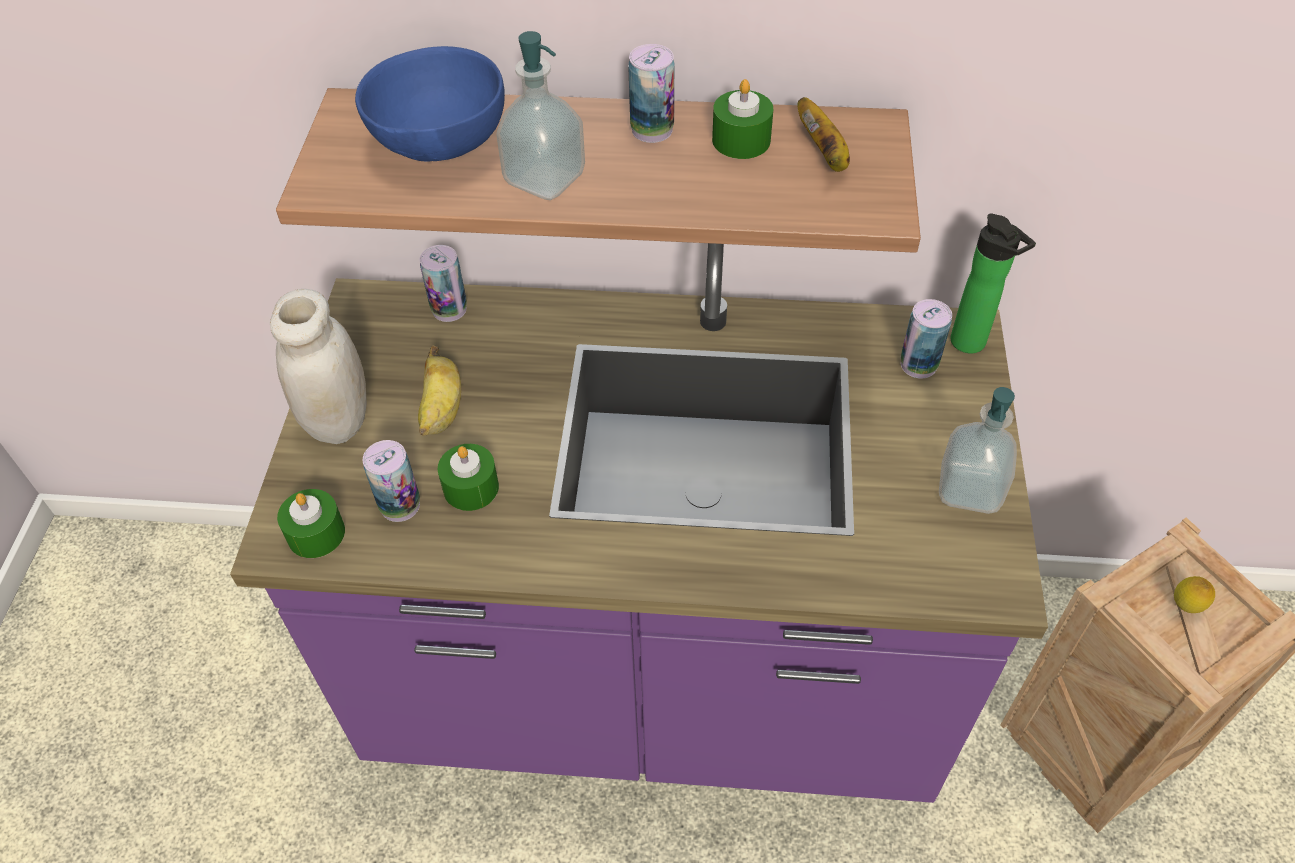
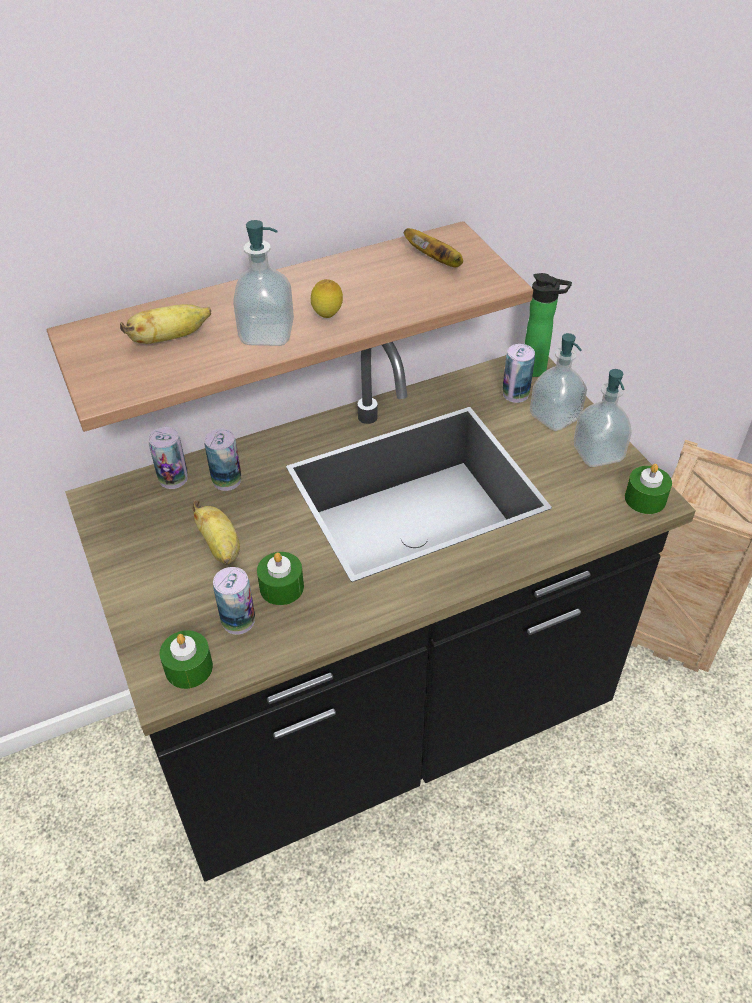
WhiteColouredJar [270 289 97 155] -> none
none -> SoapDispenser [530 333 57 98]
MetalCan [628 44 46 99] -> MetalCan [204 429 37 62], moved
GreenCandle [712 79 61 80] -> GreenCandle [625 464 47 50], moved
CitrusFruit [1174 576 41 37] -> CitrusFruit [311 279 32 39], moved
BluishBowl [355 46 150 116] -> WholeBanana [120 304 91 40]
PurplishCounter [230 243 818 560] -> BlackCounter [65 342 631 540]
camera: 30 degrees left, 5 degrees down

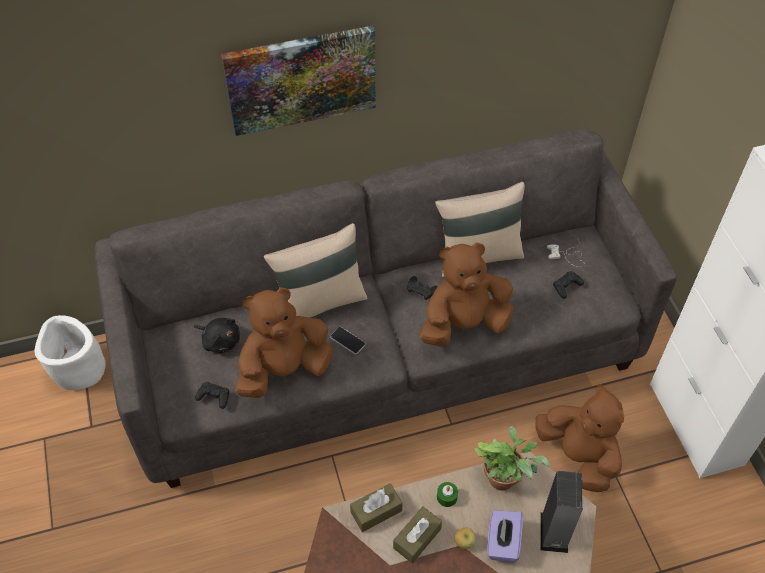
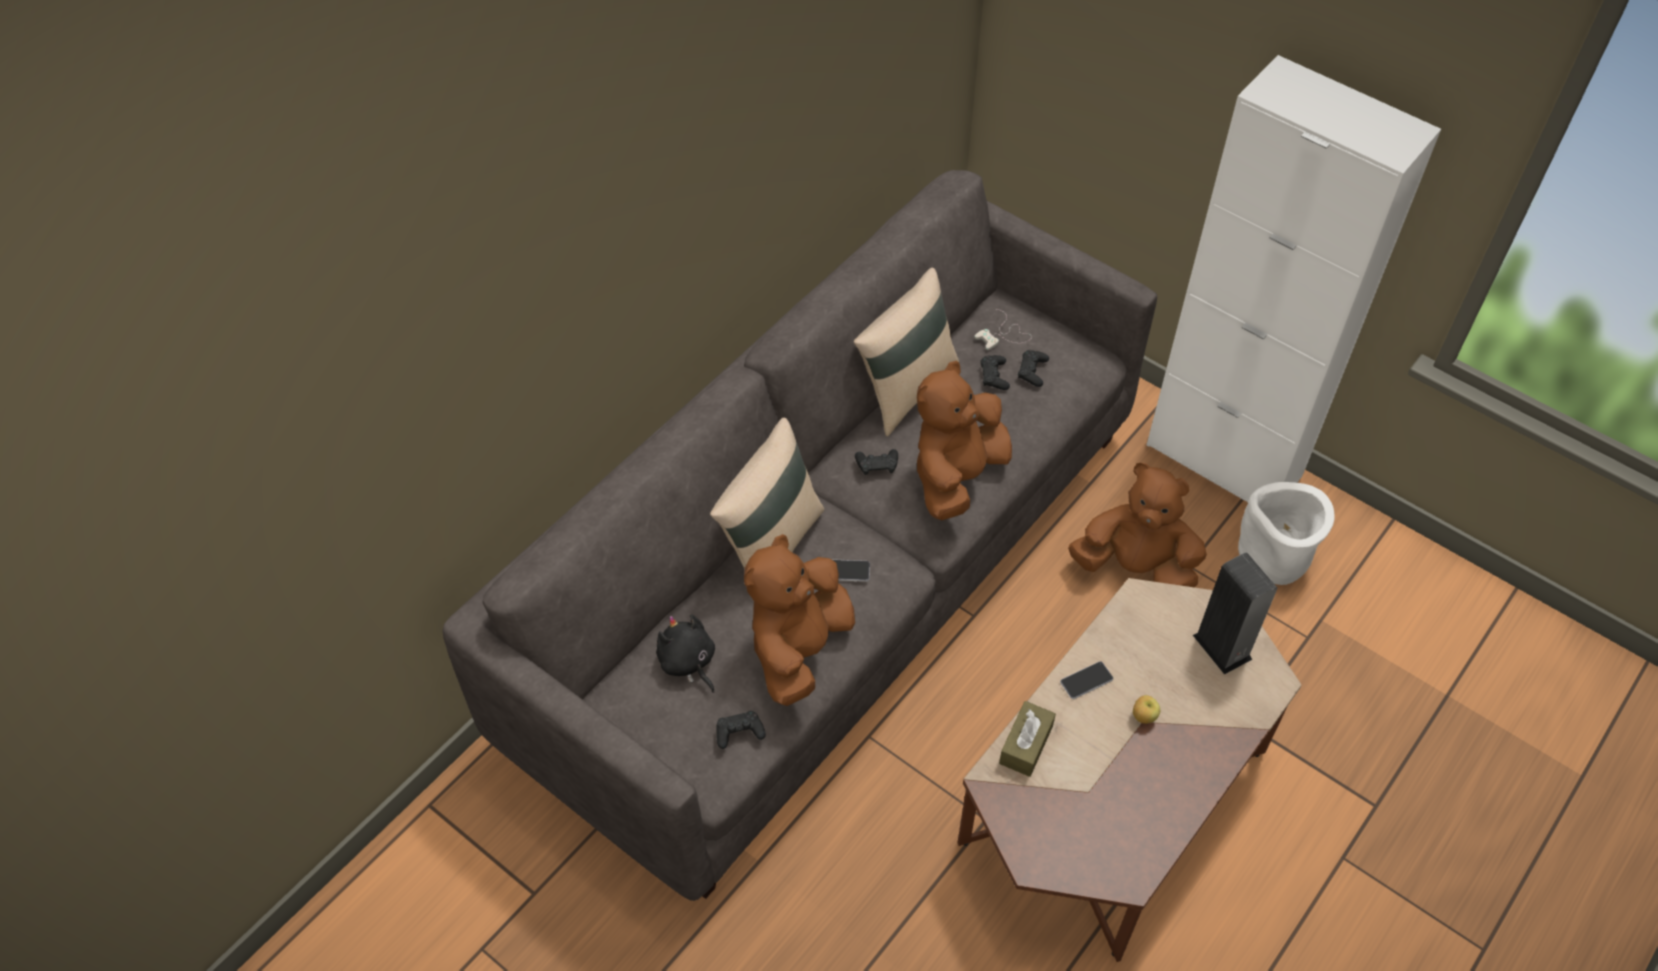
WallPicture [221 25 155 111] -> none
BrownColouredTissueBox [393 506 49 57] -> none
PottedPlant [474 426 76 65] -> none
PurplishTissueBox [487 511 36 52] -> none
none -> BlackJoypad [980 355 30 35]
WhiteColouredFlowerPot [35 315 71 75] -> WhiteColouredFlowerPot [1238 482 97 103], moved
GreenCandle [437 482 21 25] -> Handset [1060 661 53 38]
BlackSoftToy [194 318 46 35] -> BlackSoftToy [656 614 59 79], 120 degrees counterclockwise
camera: 35 degrees left, 0 degrees up

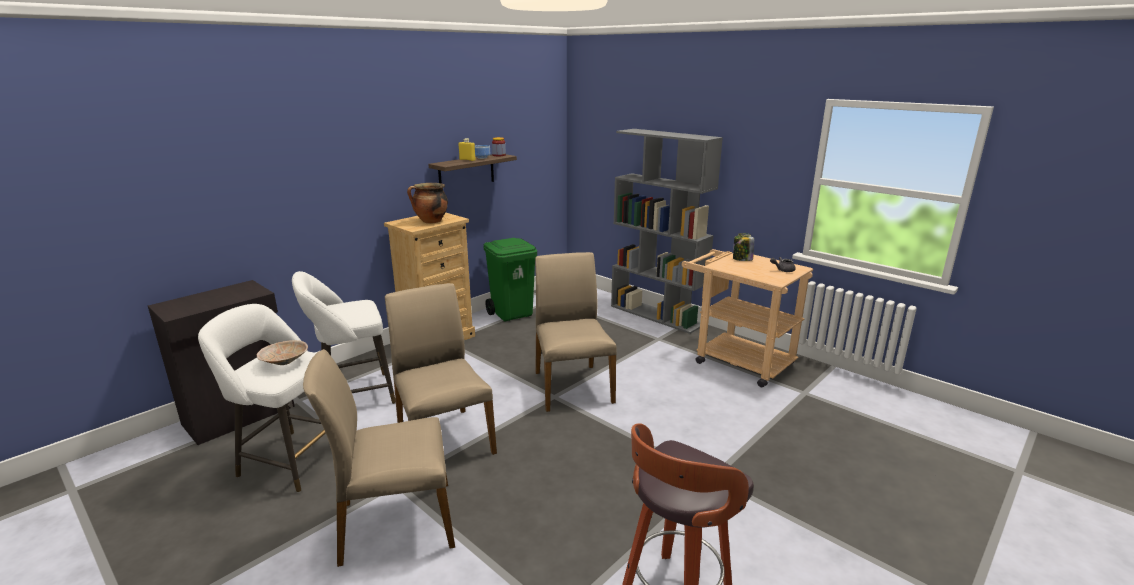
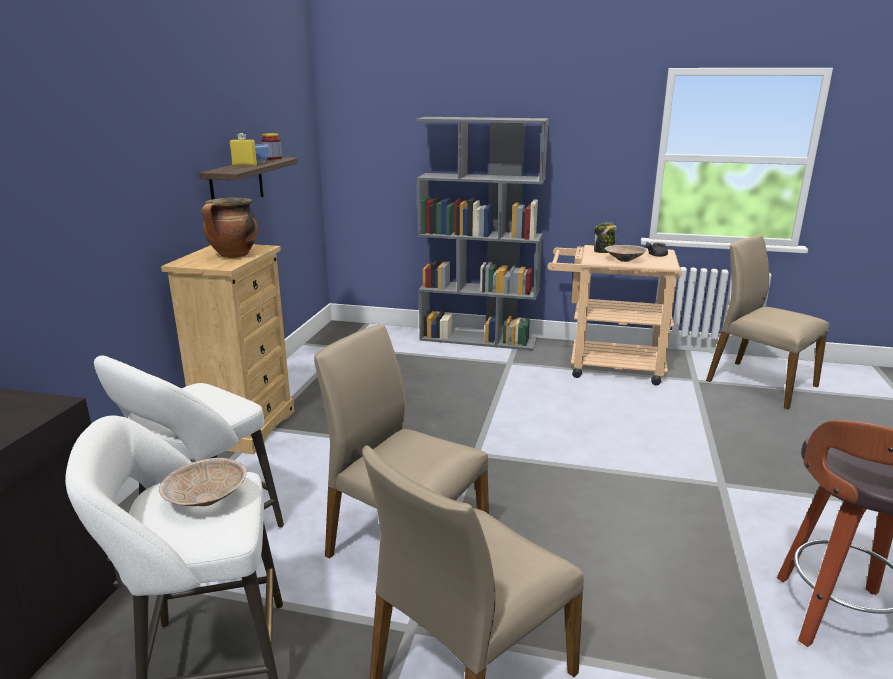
GreenTrashCan [484 238 53 83] -> none
none -> BeigeBowl [605 245 42 17]
BeigeChair [535 252 82 160] -> BeigeChair [706 235 123 174], moved
camera: 30 degrees left, 0 degrees up

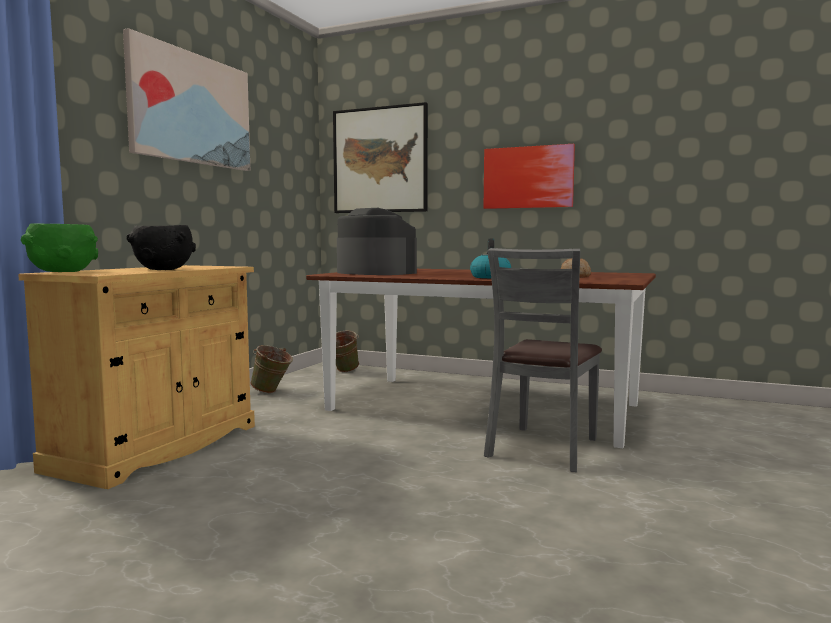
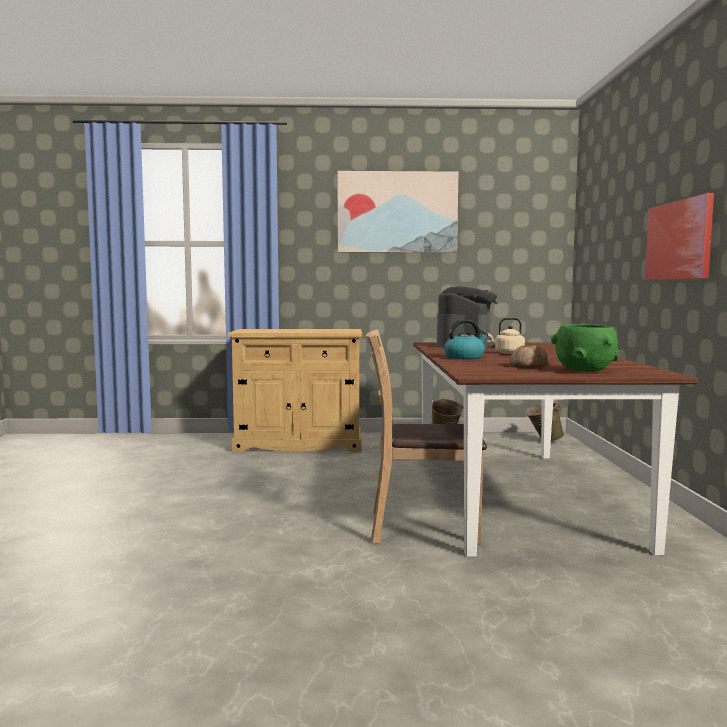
BlackBowl [126 225 70 45] -> none
WallPicture [333 102 95 111] -> none
none -> BeigeTeaKettle [488 317 37 37]
GreenBowl [21 223 77 49] -> GreenBowl [551 324 69 48], moved
GrayChair [484 248 118 224] -> BrownColouredChair [366 329 121 215]
camera: 65 degrees right, 0 degrees up

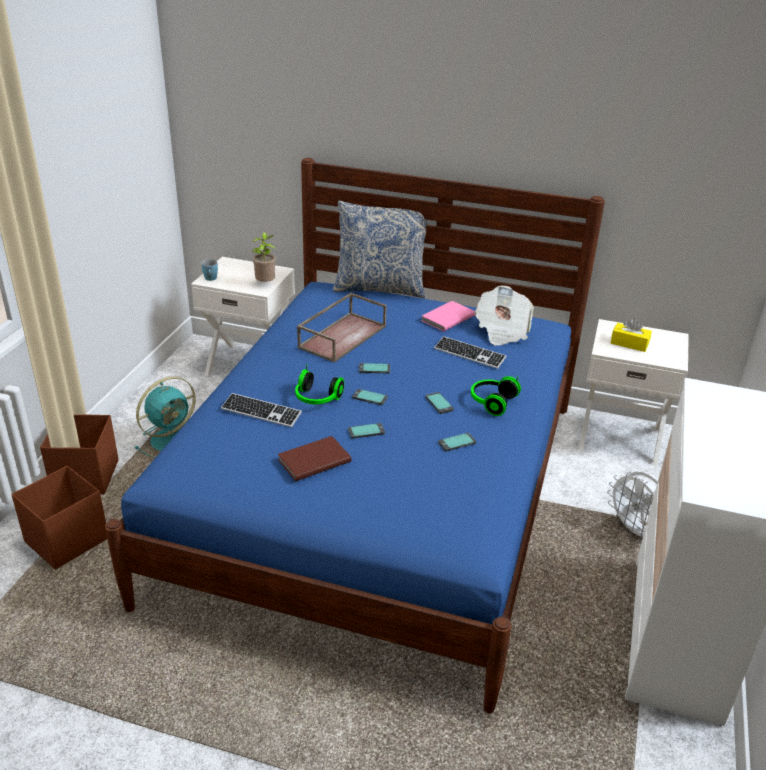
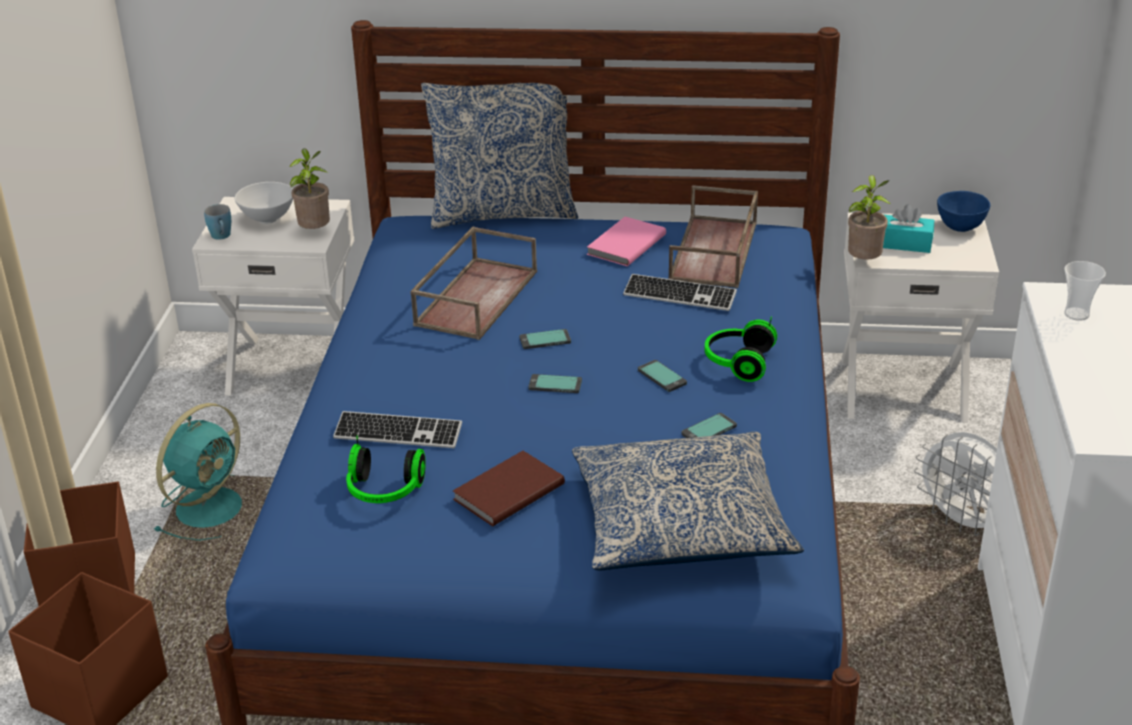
Handset [348 423 37 16] -> none
none -> WhiteColouredBowl [235 182 58 42]
none -> Cushion [572 432 232 138]
none -> PottedPlant [848 175 43 85]
none -> BluishBowl [937 191 53 41]
none -> DrinkingCup [1064 261 42 60]
Headset [295 364 49 40] -> Headset [346 435 80 68], moved
Newspaper [475 286 59 59] -> BrownColouredServingTray [668 185 90 103]
YellowishTissueBox [611 318 41 34] -> TurquoiseColouredTissueBox [883 204 51 49]
camera: 10 degrees left, 0 degrees up

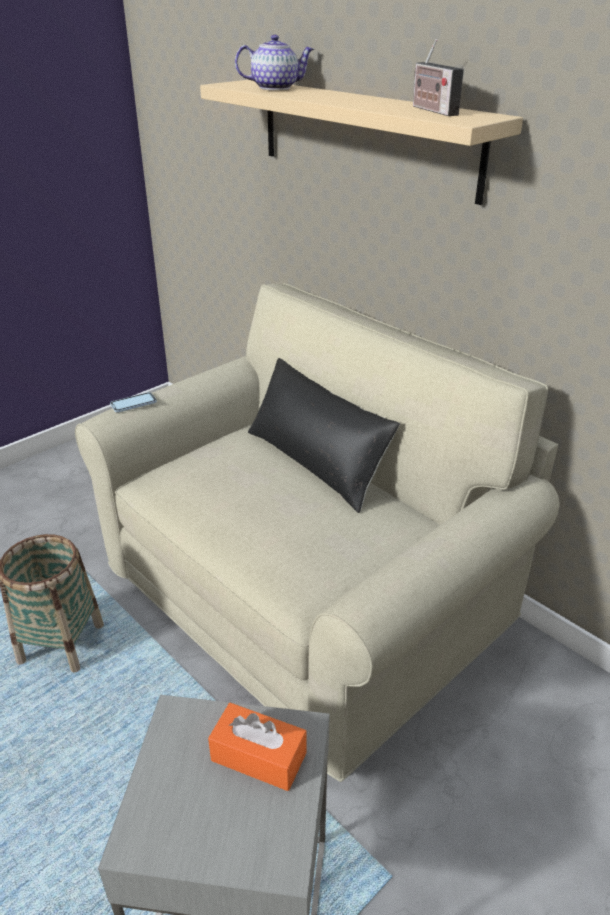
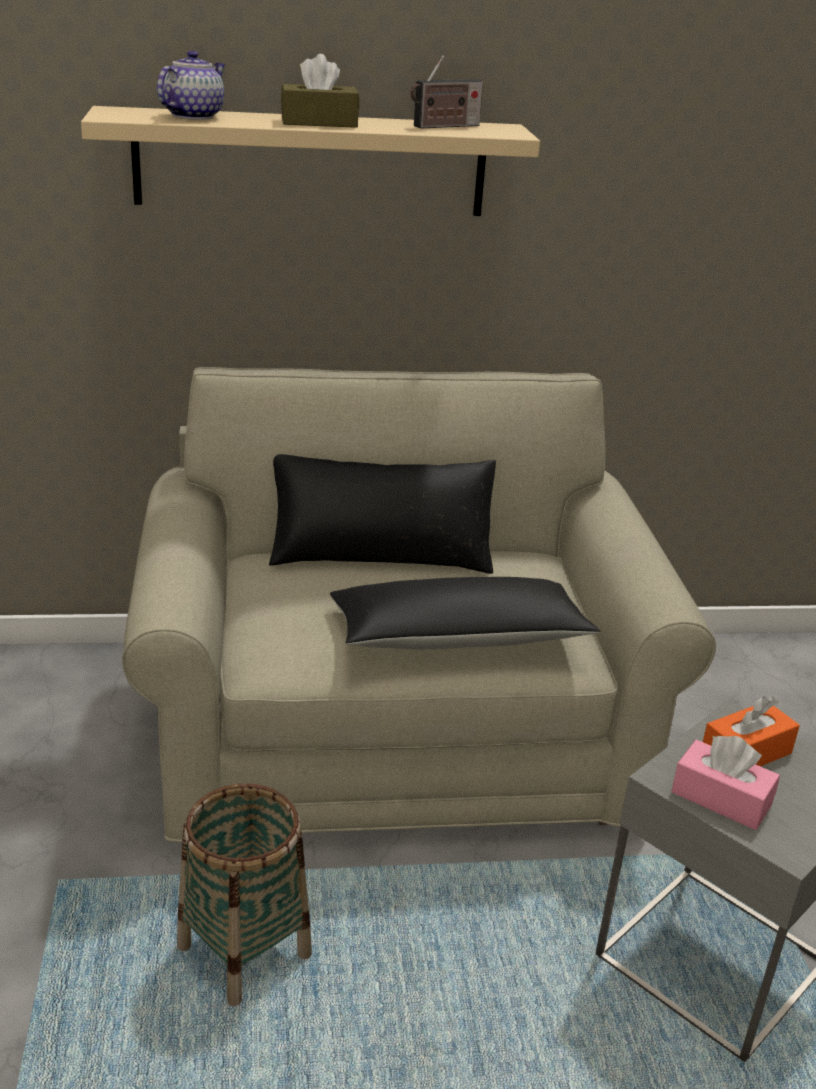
Handset [110 392 47 21] -> none
none -> BrownColouredTissueBox [281 54 78 74]
none -> BlackCushion [330 577 271 72]
none -> PinkishTissueBox [671 736 109 94]
RadioSet [413 39 51 77] -> RadioSet [411 56 72 72], 45 degrees counterclockwise
camera: 55 degrees left, 5 degrees down

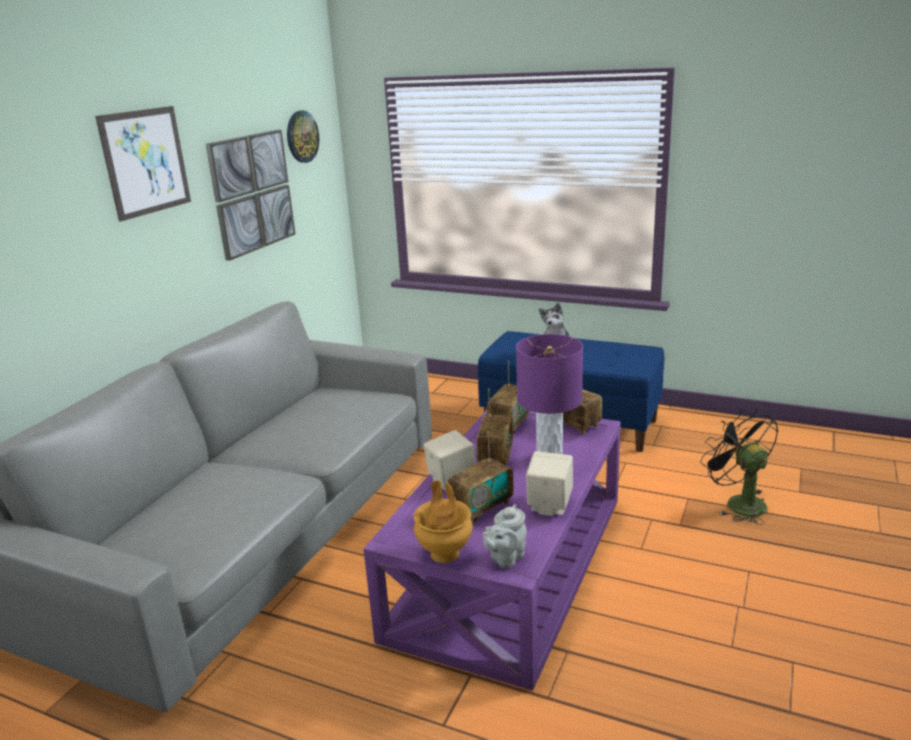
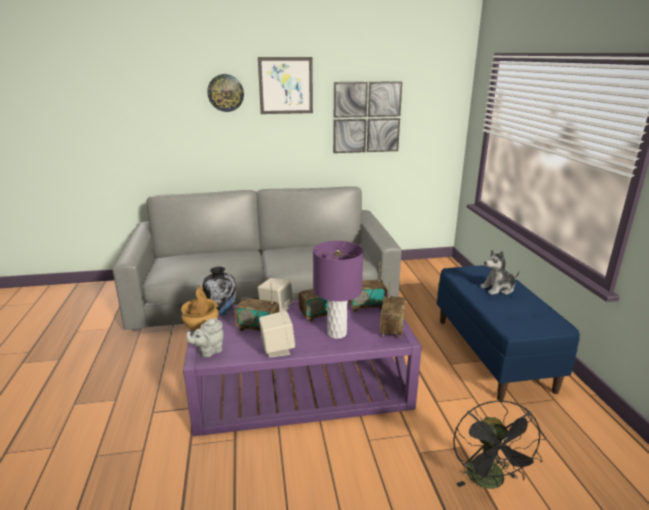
none -> DecorativeVase [203 267 33 49]
HangingClock [287 111 32 52] -> HangingClock [207 74 37 38], moved
GrayTeapot [483 504 43 64] -> GrayTeapot [186 318 38 40], 45 degrees counterclockwise
BlackFan [700 409 78 116] -> BlackFan [453 400 93 89], 150 degrees clockwise
camera: 55 degrees right, 0 degrees up

